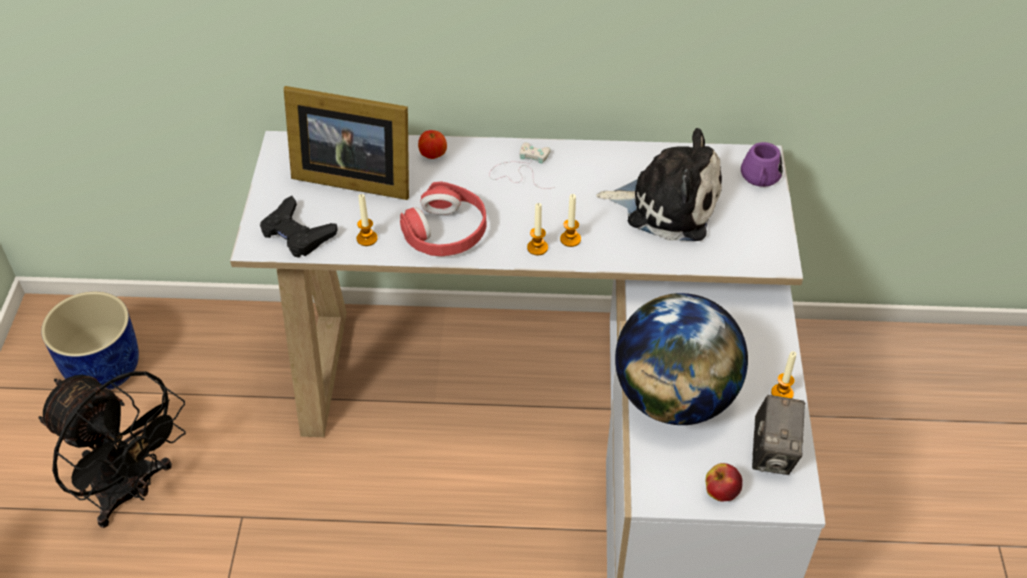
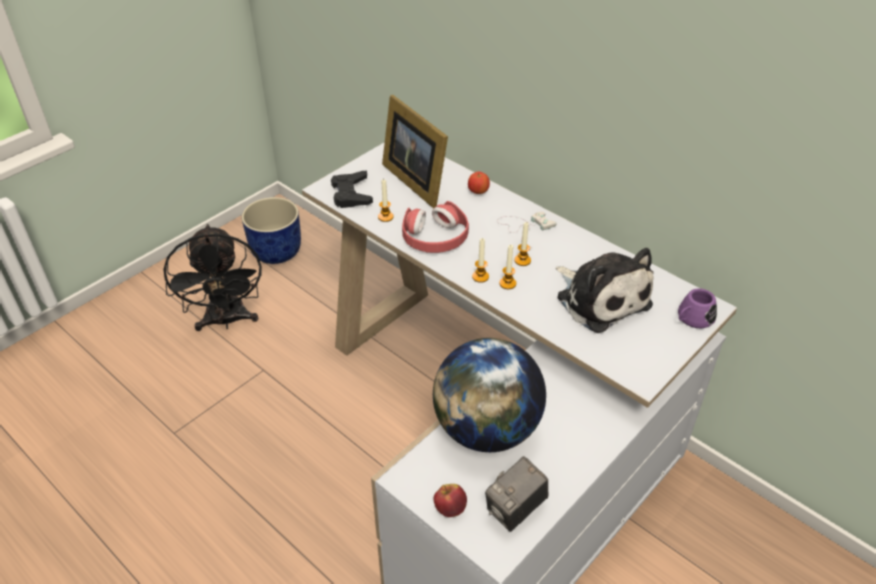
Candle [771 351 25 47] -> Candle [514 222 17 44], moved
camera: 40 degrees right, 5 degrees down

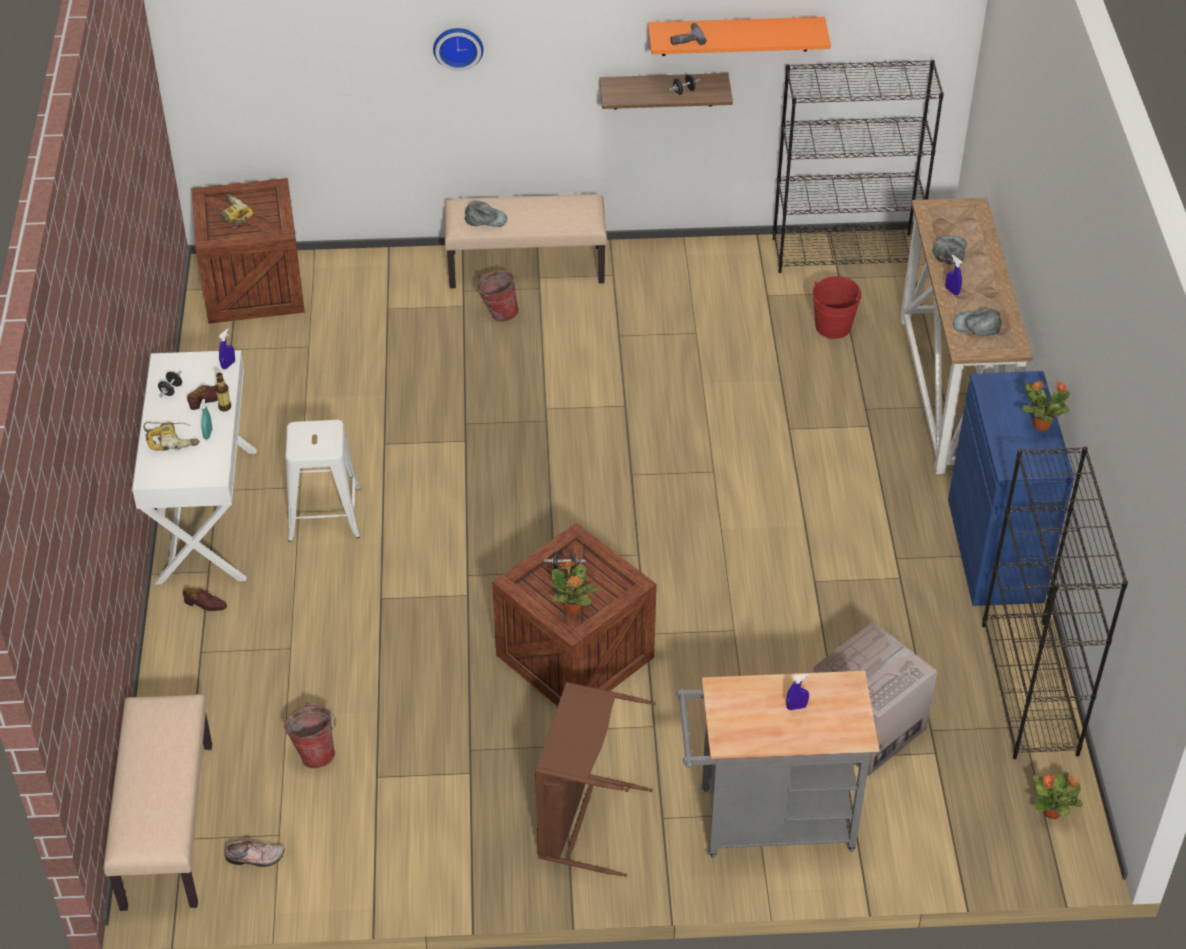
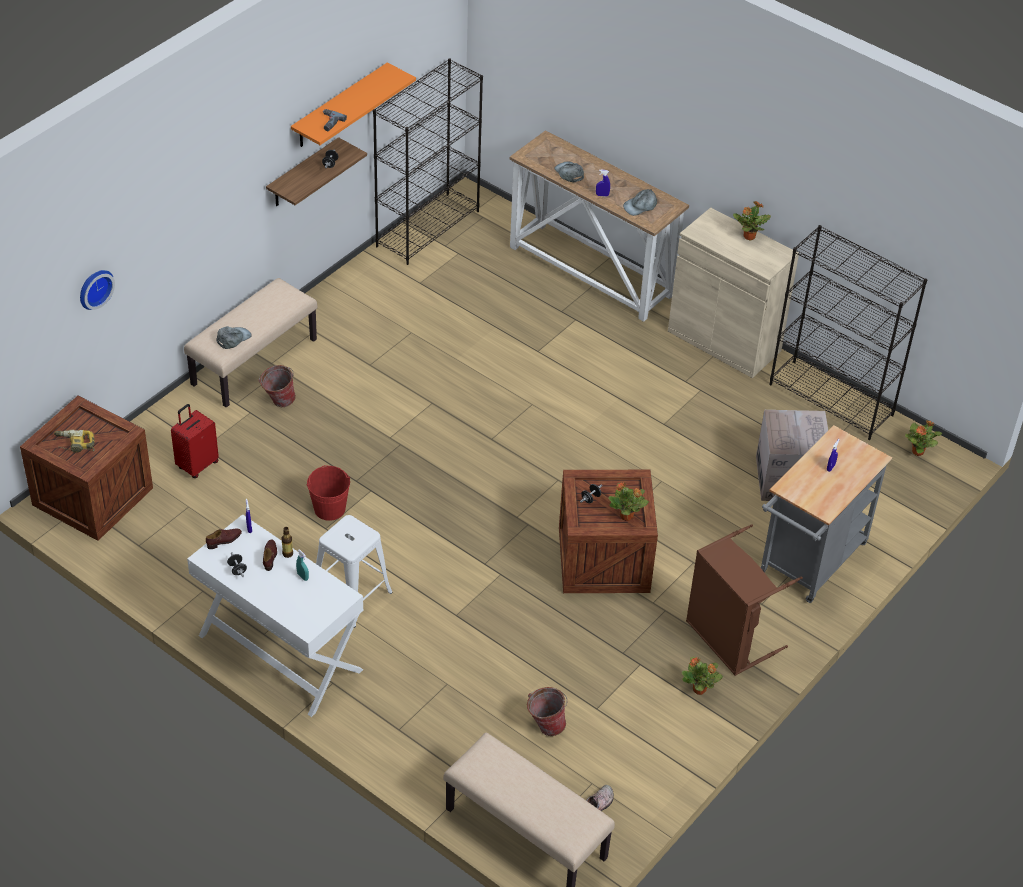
Drill [143 422 57 29] -> none
none -> ReddishTravelCase [171 404 48 74]
none -> PottedPlant [682 657 41 38]
BrownColouredShoe [183 588 44 23] -> BrownColouredShoe [206 528 36 21], moved
HangingClock [433 28 51 43] -> HangingClock [80 270 35 40], moved
ReddishBucket [812 276 50 63] -> ReddishBucket [307 465 43 56], moved
BluishCupboard [948 371 126 235] -> BeigeCupboard [668 207 131 171]
camera: 50 degrees left, 0 degrees up

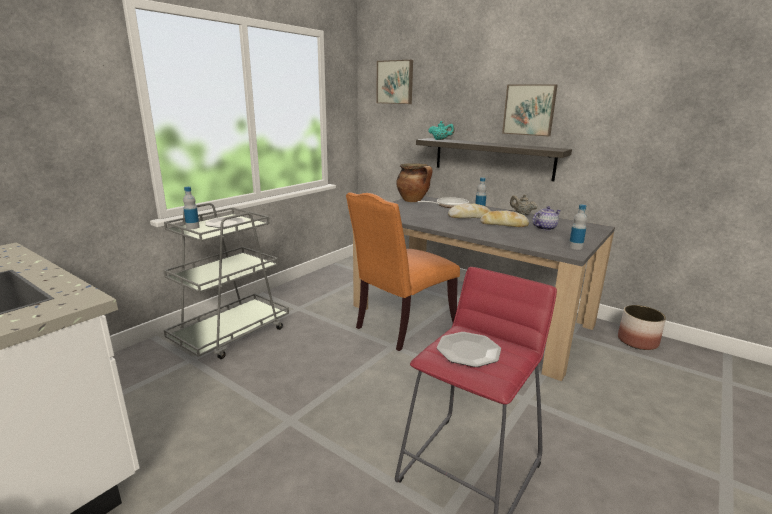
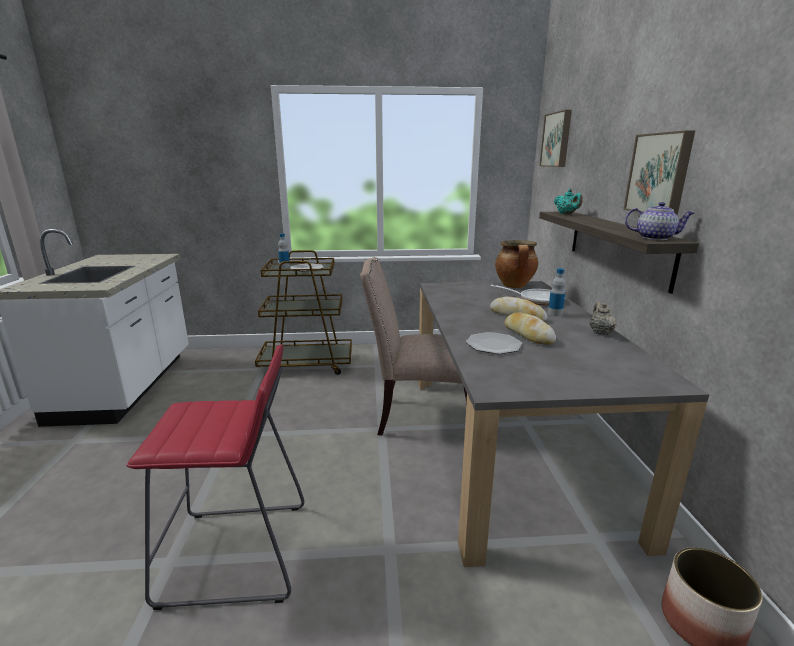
BeverageBottle [569 204 18 46] -> none
Plate [437 332 64 35] -> Plate [466 332 56 22], moved
Teapot [532 206 29 25] -> Teapot [625 202 69 38], moved
GrayTrolley [164 203 125 156] -> BrownColouredTrolley [255 250 97 125]
OrangeyChair [346 192 114 159] -> BeigeChair [360 257 107 178]
camera: 50 degrees right, 0 degrees up

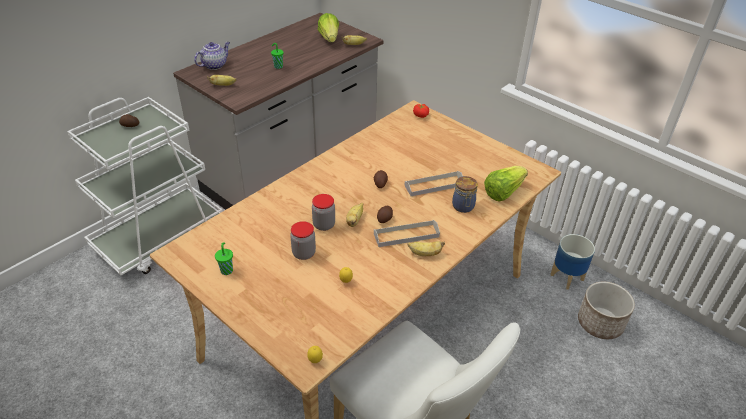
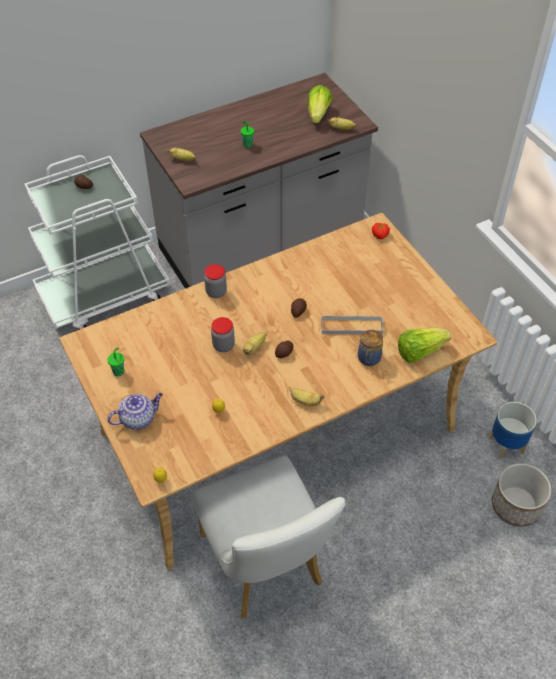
GrayServingTray [374 220 66 27] -> none
Teapot [194 42 36 28] -> Teapot [108 393 55 37], moved
Jar [290 221 26 39] -> Jar [204 264 23 34], moved
camera: 20 degrees right, 10 degrees up

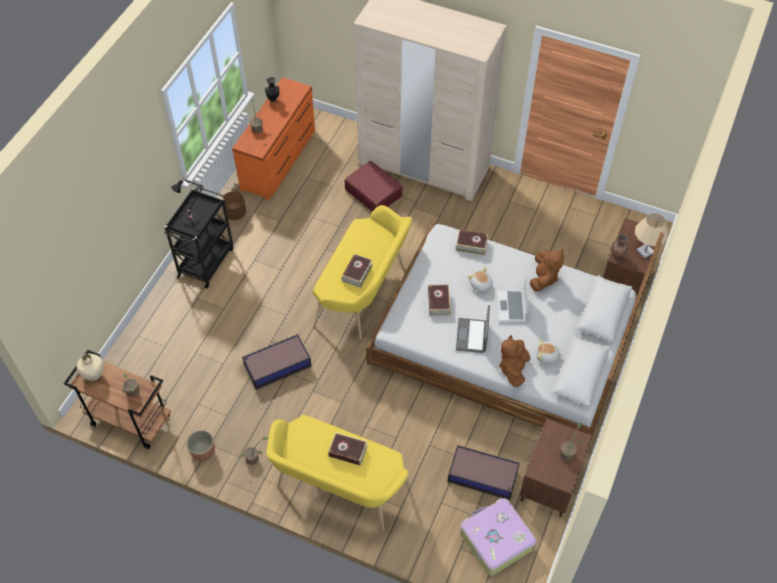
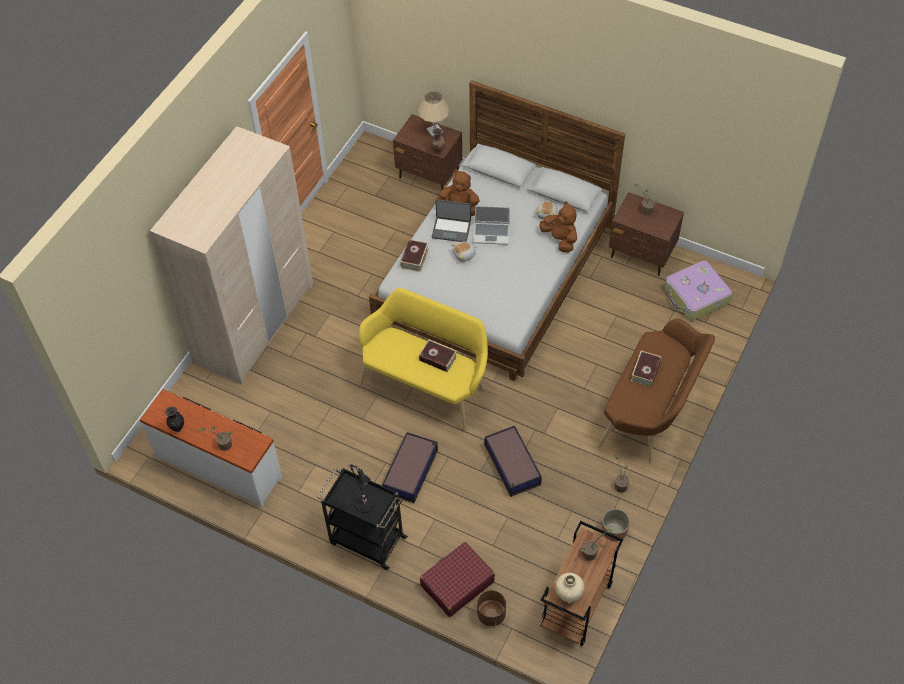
Volume [428 284 23 32] -> none
BrownColouredFlowerPot [223 191 23 29] -> BrownColouredFlowerPot [477 590 29 36], moved
ReddishTravelCase [344 161 59 51] -> ReddishTravelCase [420 542 75 75], moved
StorageContainer [448 445 72 55] -> StorageContainer [382 432 56 71], moved
NotebookComputer [456 305 34 48] -> NotebookComputer [432 199 39 43], moved
OrangeyDresser [232 77 83 123] -> WhiteColouredDresser [140 389 142 119]
YellowishLongSeat [266 415 144 115] -> BrownColouredLongSeat [598 318 117 146]
BrownColouredSoftToy [499 335 31 52] -> BrownColouredSoftToy [539 201 38 51], 150 degrees counterclockwise
camera: 85 degrees left, 0 degrees up

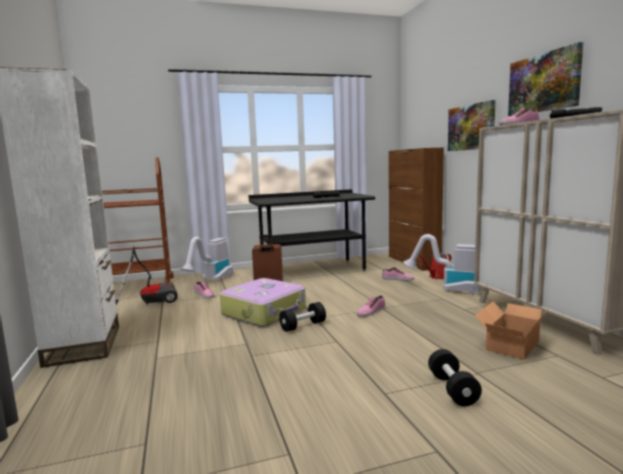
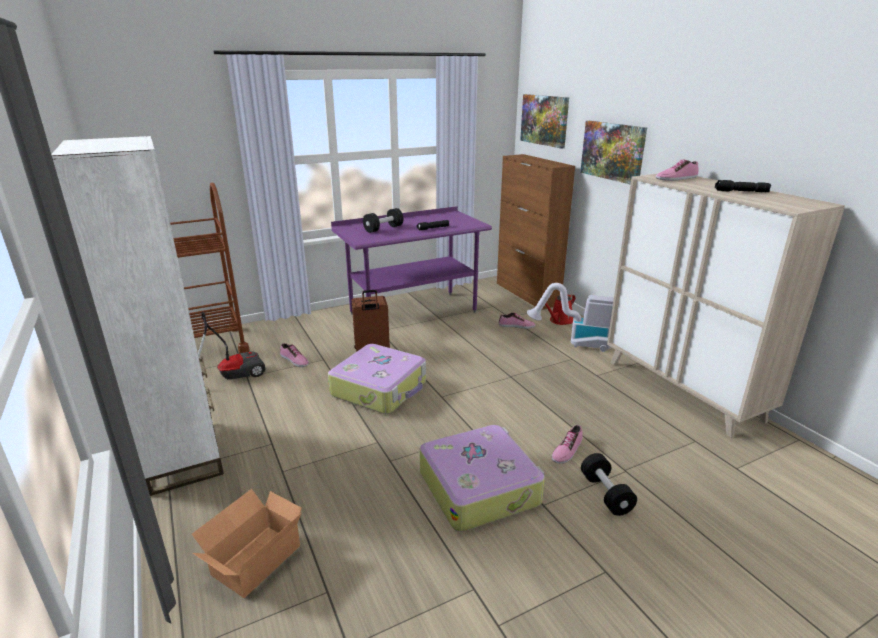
VacuumCleaner [180 237 53 44] -> none
none -> TravelCase [419 425 126 107]
BlackFreeWeight [279 302 47 30] -> BlackFreeWeight [363 208 40 25], moved
Shoe [357 295 28 22] -> Shoe [552 425 31 39], moved
PackingBox [475 302 74 58] -> PackingBox [192 489 110 109], moved
WallPicture [508 42 75 74] -> WallPicture [520 94 49 55], moved
BlackDeskTable [249 189 126 83] -> PurplishDeskTable [331 206 161 109]
camera: 10 degrees left, 15 degrees up

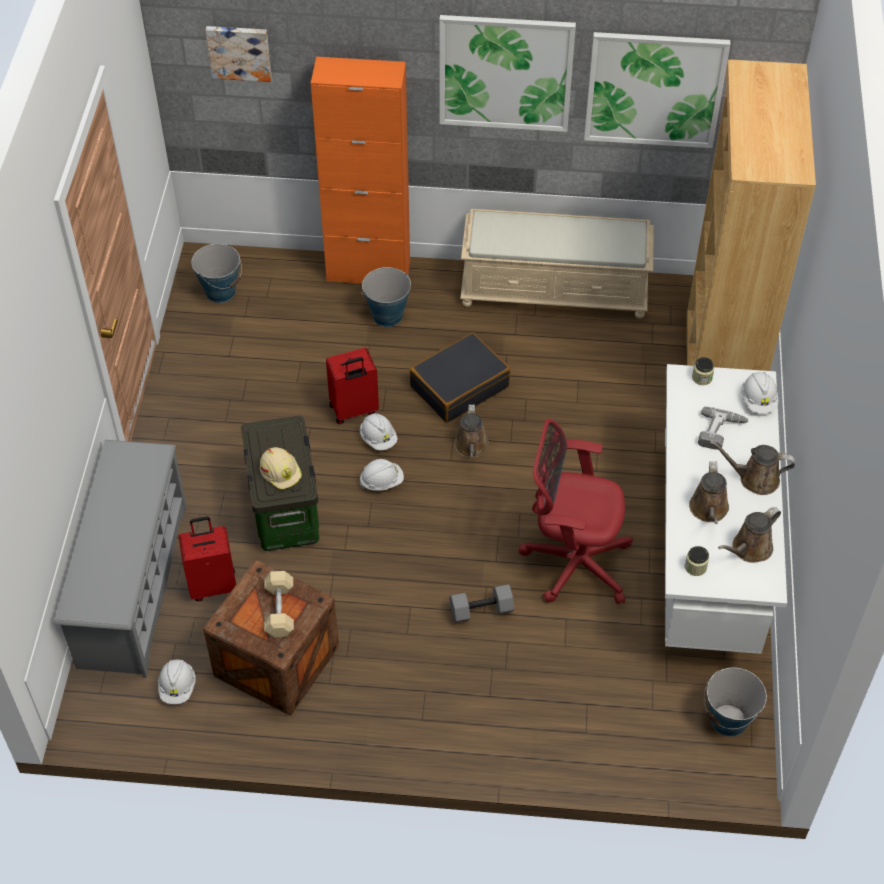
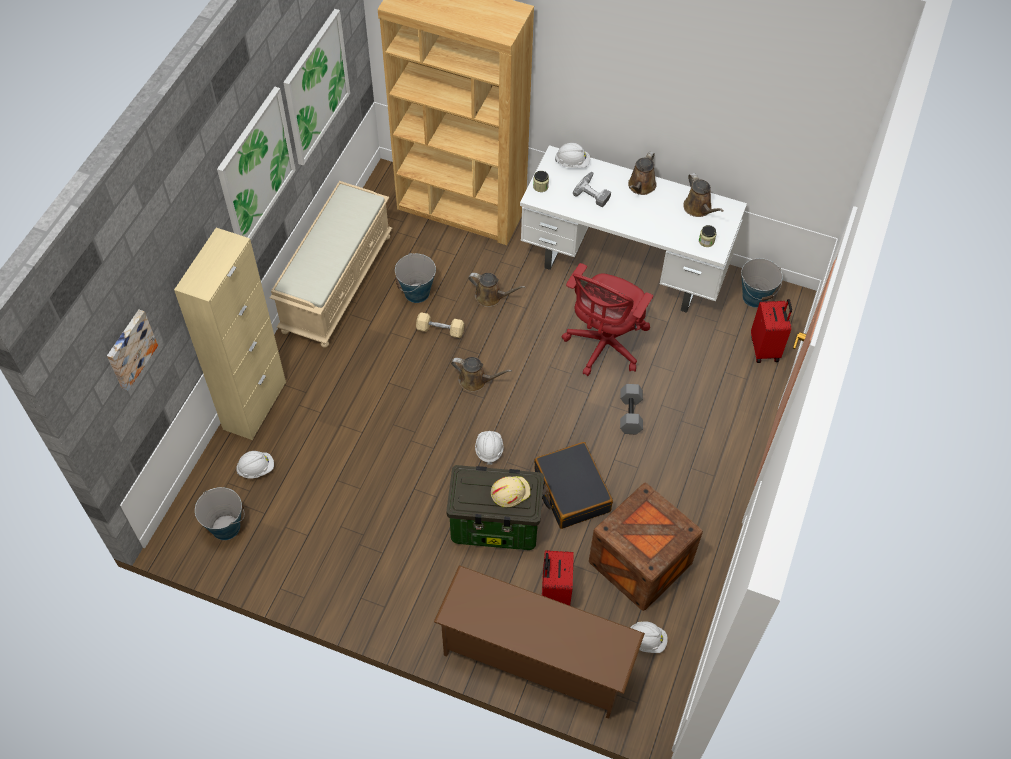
BeigeFreeWeight [264 571 30 67] -> BeigeFreeWeight [416 312 48 26], moved
ReddishTravelCase [326 348 53 76] -> ReddishTravelCase [751 299 41 64], moved
WhiteColouredSafetyHelmet [360 413 38 38] -> WhiteColouredSafetyHelmet [237 451 37 27], moved
Bucket [361 267 50 60] -> Bucket [395 253 41 50], moved
BlackTravelCase [410 333 100 90] -> BlackTravelCase [534 442 79 87], moved
BrownColouredSprinklingCan [689 461 40 63] -> BrownColouredSprinklingCan [468 273 58 34], moved
GrayShoeShelf [54 440 133 238] -> BrownColouredShoeShelf [434 565 211 154]
OrangeyCupboard [311 57 99 226] -> BeigeCupboard [174 228 112 212]
camera: 75 degrees left, 5 degrees up

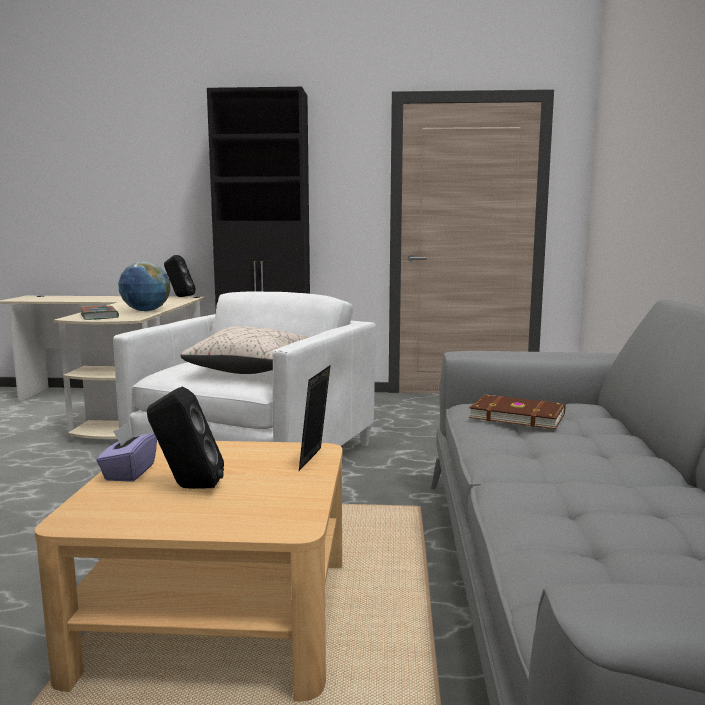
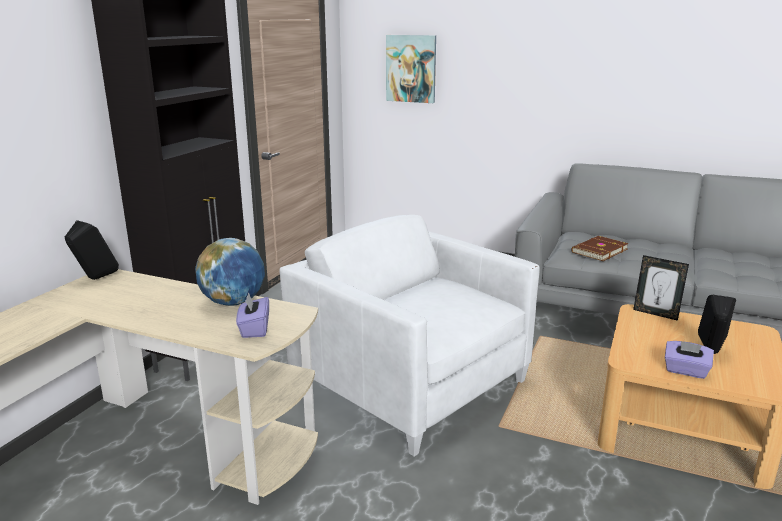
BeigeCushion [181 326 128 48] -> none
none -> WallPicture [386 35 50 68]
Volume [80 306 39 14] -> PurplishTissueBox [236 292 33 46]
camera: 70 degrees left, 10 degrees up

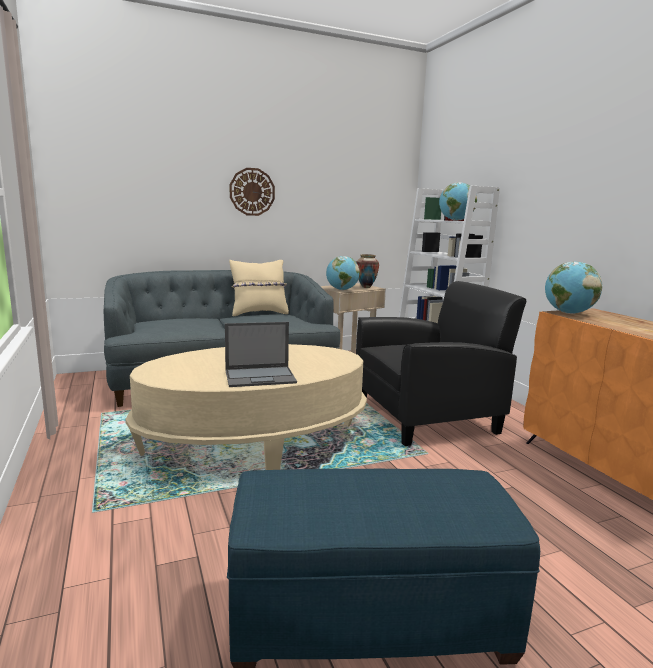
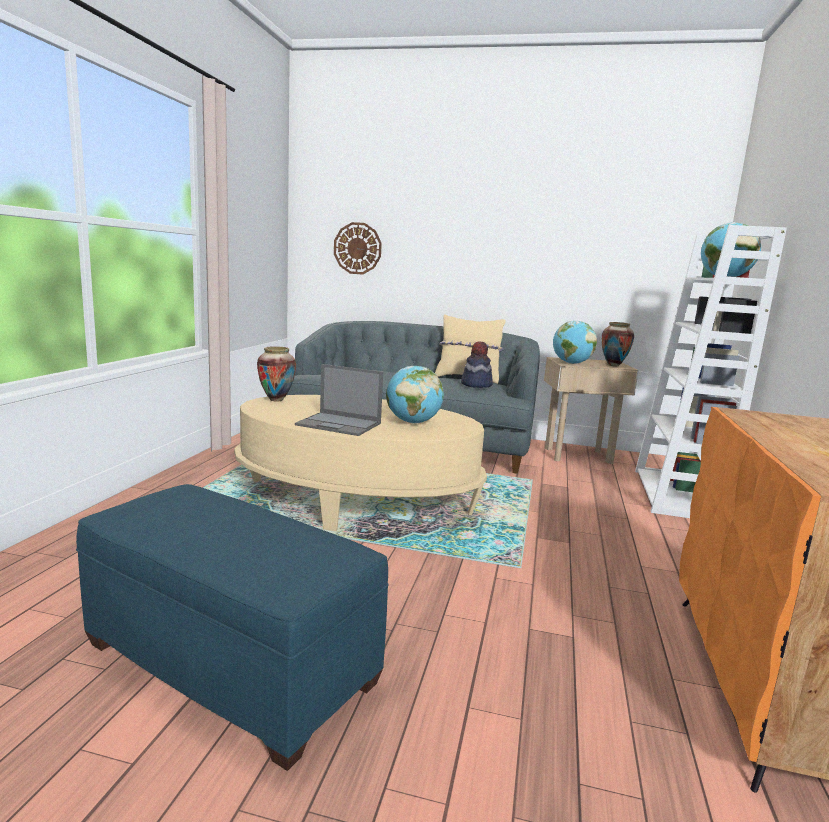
BlackEasyChair [356 281 170 165] -> none
none -> DecorativeVase [257 346 39 56]
none -> ClothingHat [461 341 32 47]
HangingClock [230 168 45 48] -> HangingClock [334 222 48 53], moved
DeskGlobe [545 262 57 52] -> DeskGlobe [386 366 58 57], moved
camera: 35 degrees right, 0 degrees up

